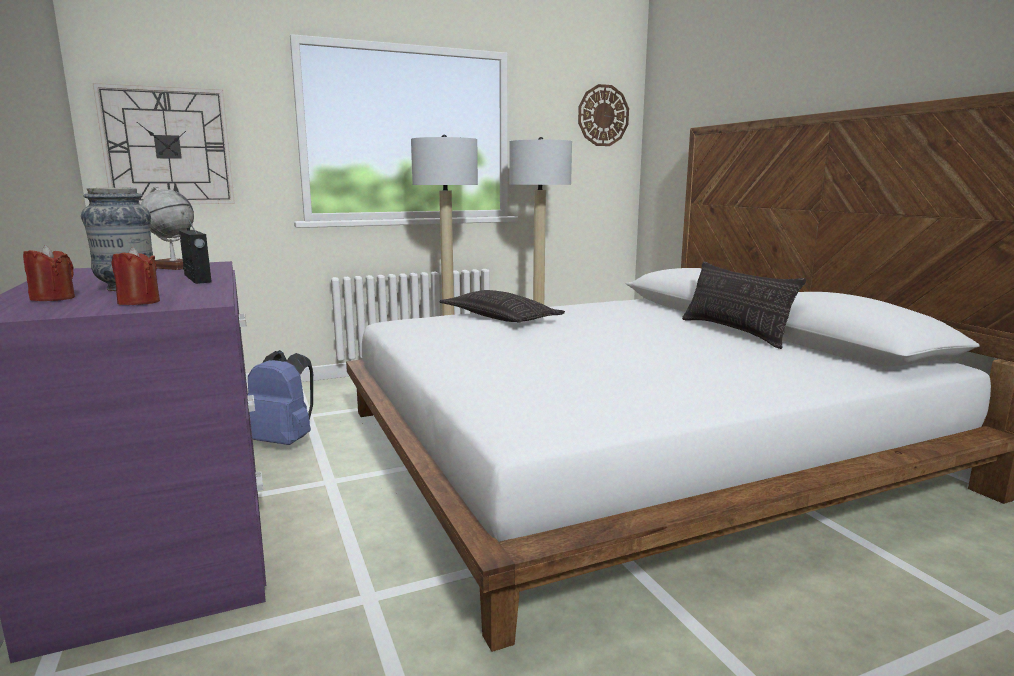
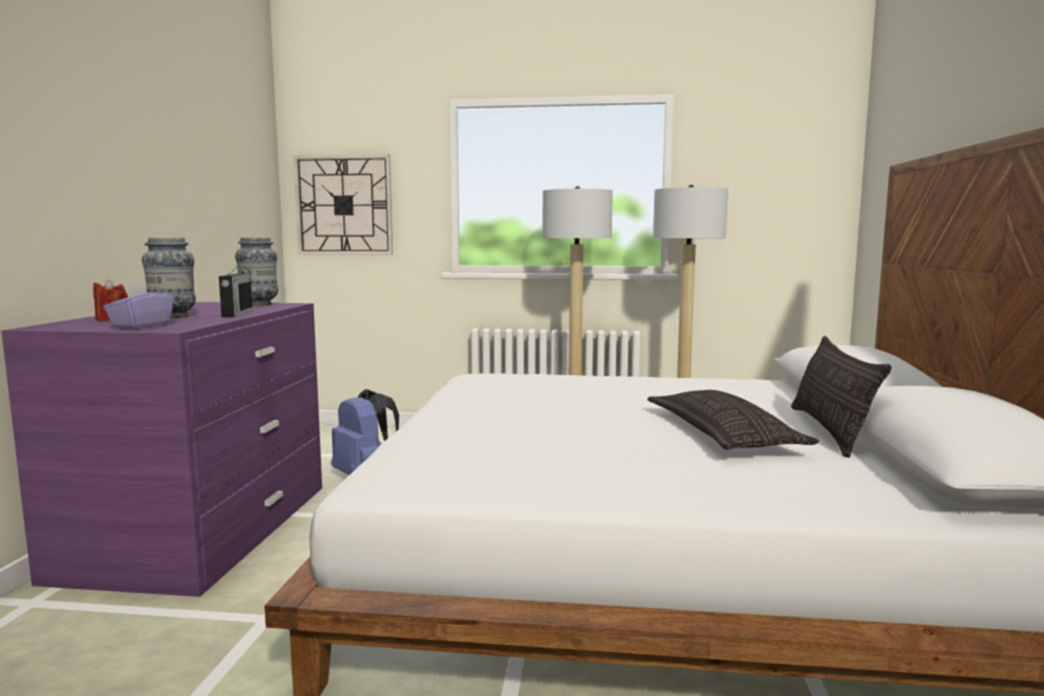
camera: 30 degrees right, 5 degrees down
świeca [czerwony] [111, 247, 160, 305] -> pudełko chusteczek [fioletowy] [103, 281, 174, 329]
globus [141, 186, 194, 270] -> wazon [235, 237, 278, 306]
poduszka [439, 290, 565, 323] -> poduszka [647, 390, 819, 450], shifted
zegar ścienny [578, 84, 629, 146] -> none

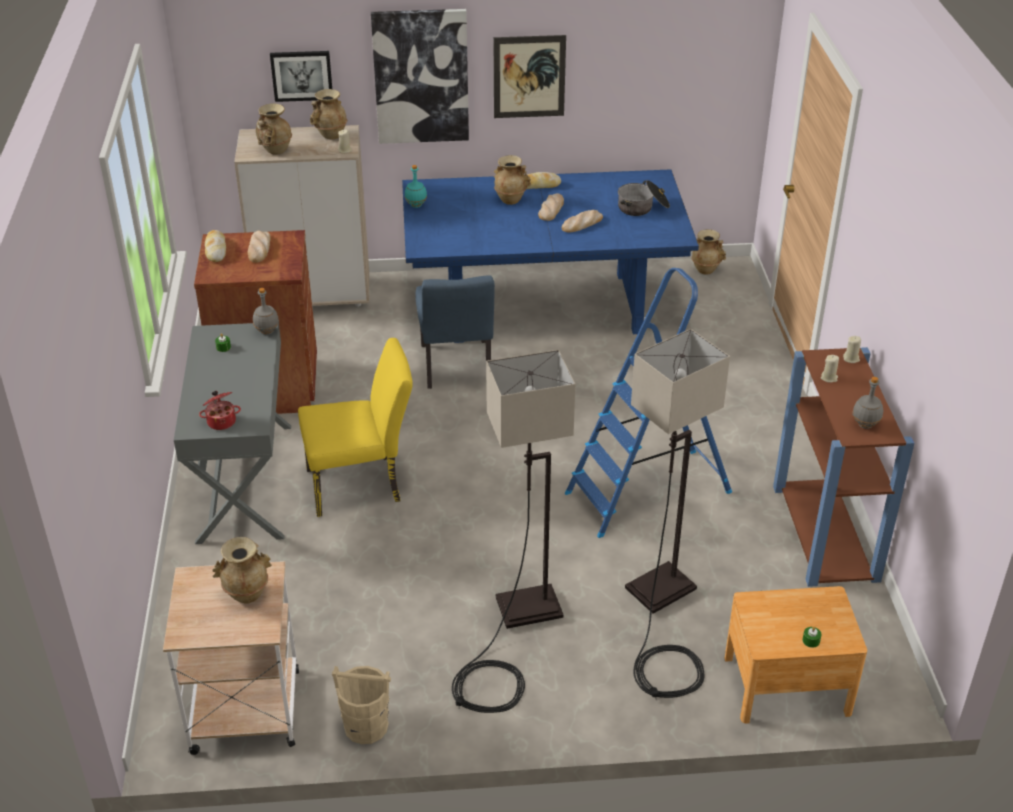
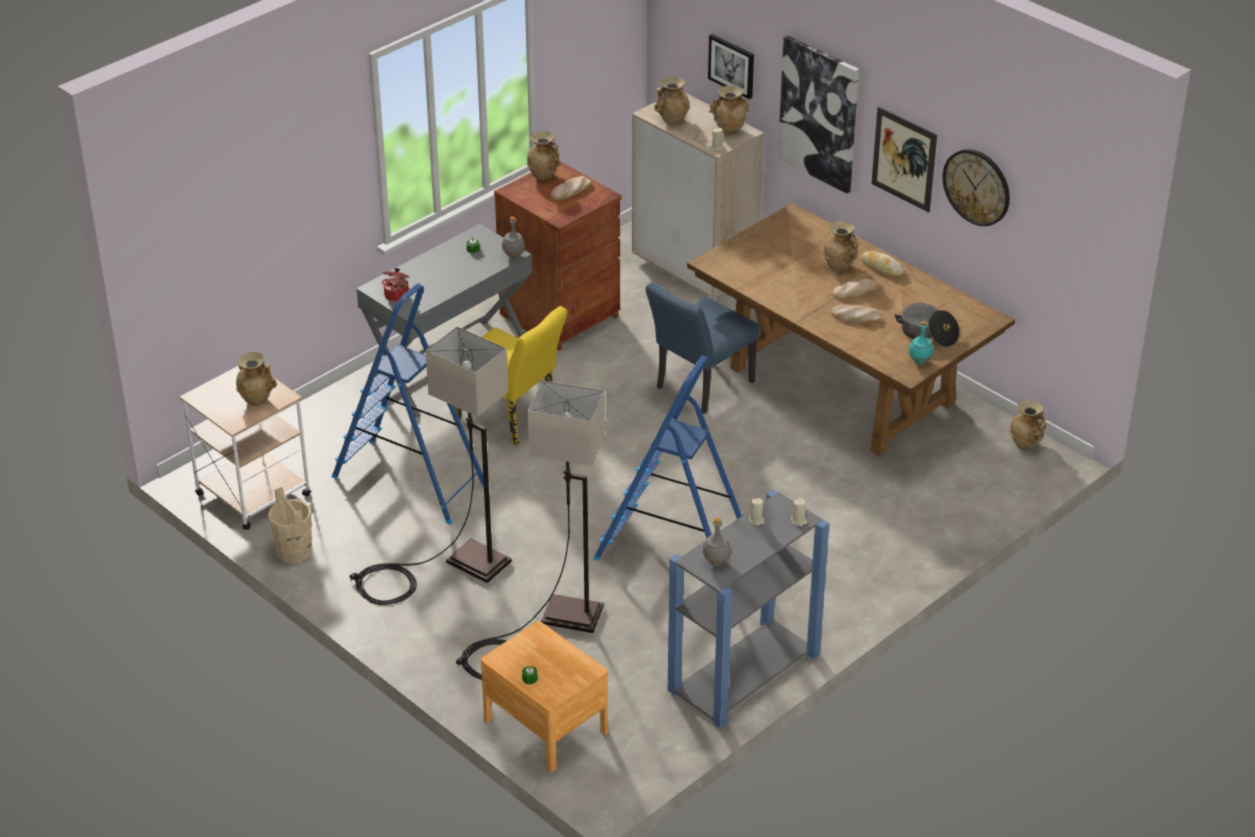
camera: 50 degrees right, 0 degrees up
none -> drabinka [niebieski] [332, 283, 484, 525]
chleb [205, 230, 226, 262] -> wazon [beżowy] [527, 131, 561, 180]
regał [brązowy] [773, 347, 915, 587] -> regał [szary] [668, 489, 829, 728]
stół jadalny [niebieski] [402, 169, 699, 343] -> stół jadalny [brązowy] [687, 203, 1015, 456]
butelka [turkusowy] [405, 165, 427, 208] -> butelka [turkusowy] [908, 321, 933, 365], shifted
none -> zegar ścienny [943, 149, 1010, 226]

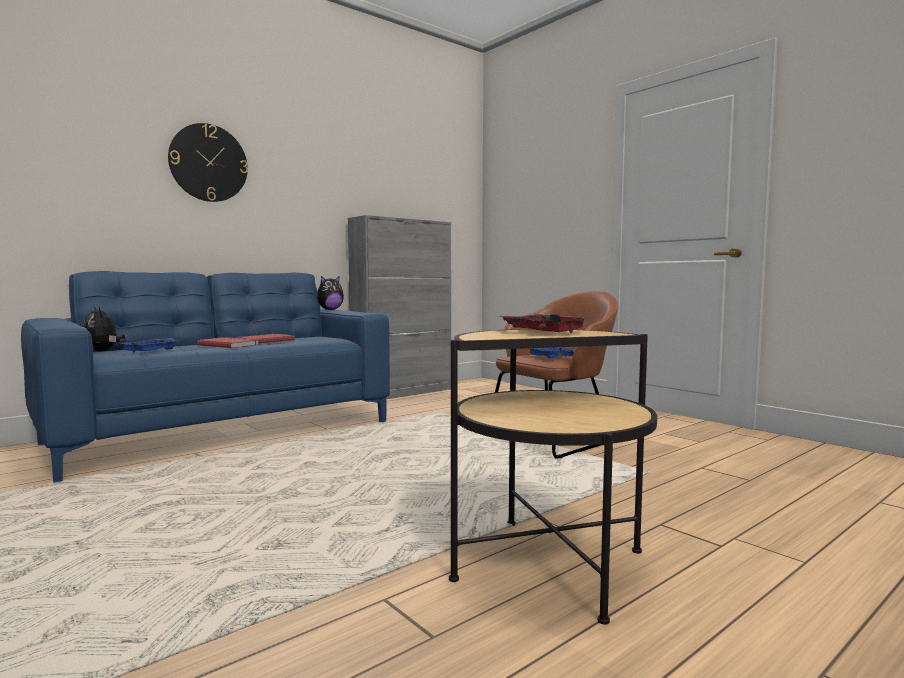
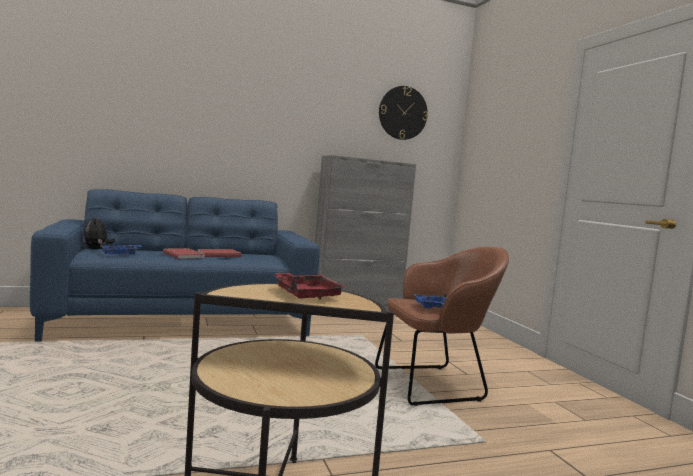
camera: 20 degrees right, 0 degrees up
zegar ścienny [168, 123, 248, 202] -> zegar ścienny [379, 86, 428, 140], shifted
pluszak [317, 276, 344, 310] -> none

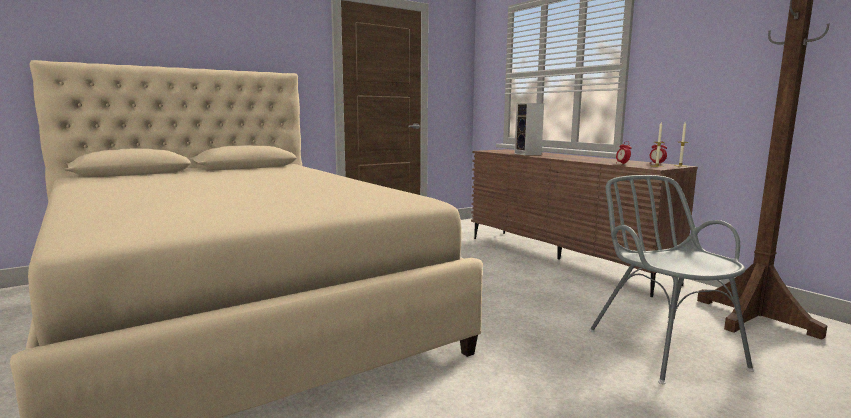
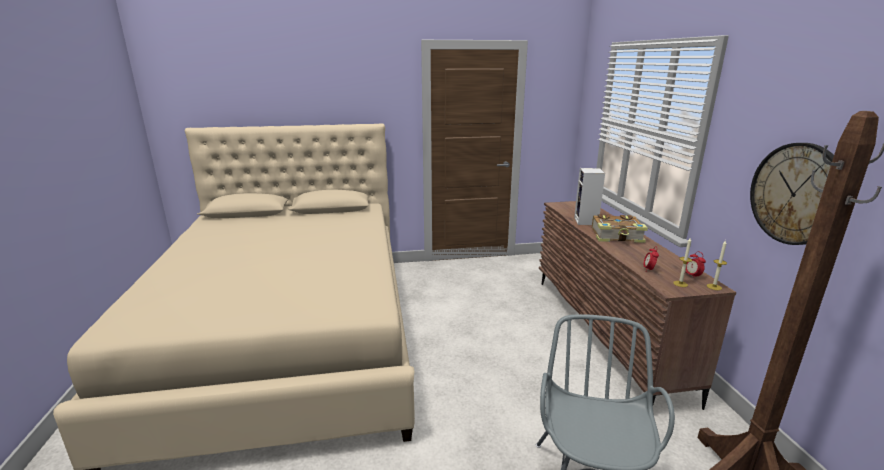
camera: 25 degrees right, 10 degrees up
none -> książka [592, 214, 648, 243]
none -> zegar ścienny [750, 143, 834, 245]

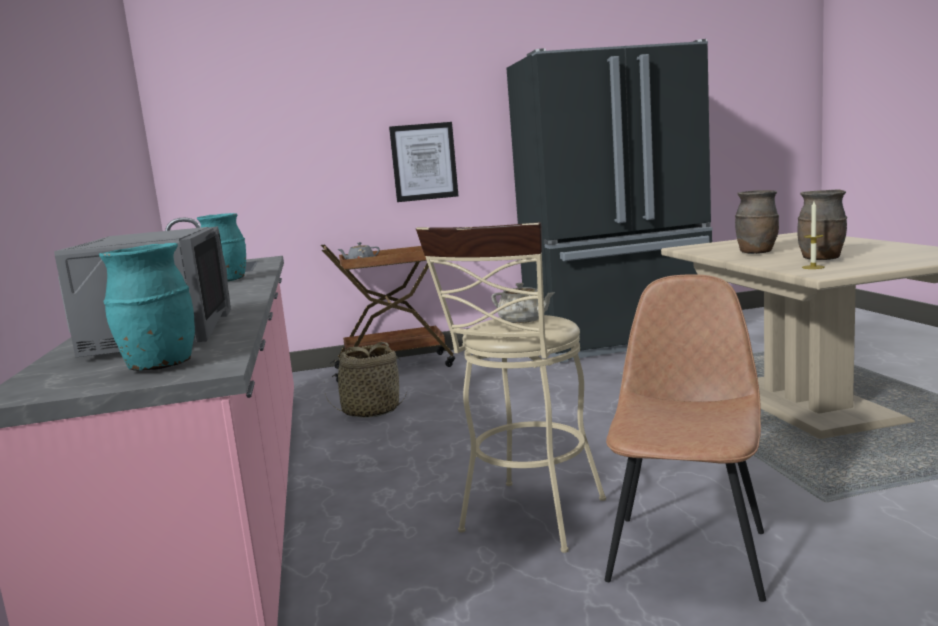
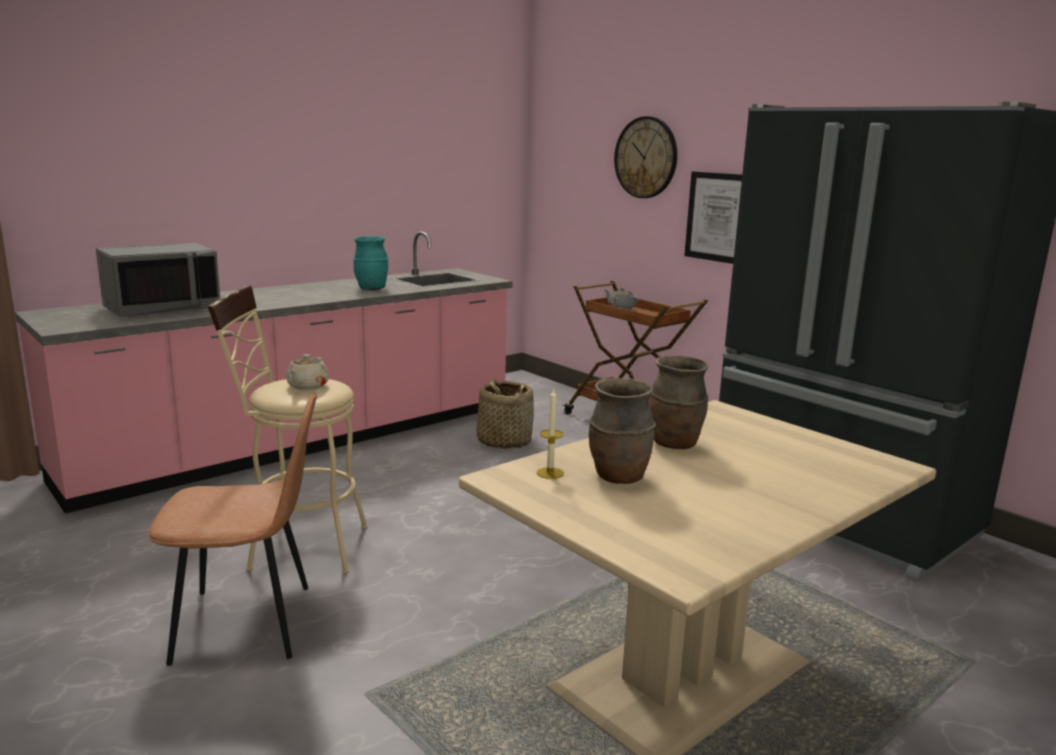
camera: 60 degrees right, 5 degrees up
none -> zegar ścienny [614, 116, 677, 198]
wazon [turkusowy] [99, 243, 195, 371] -> none

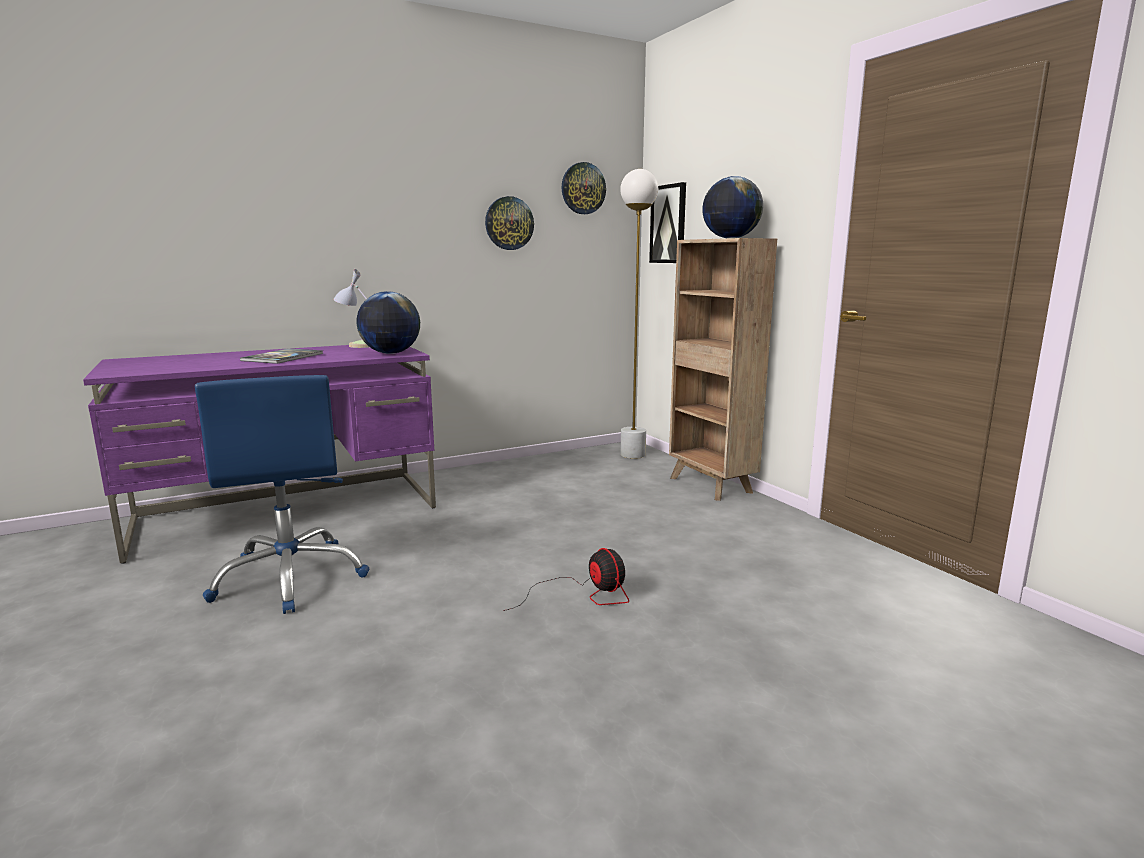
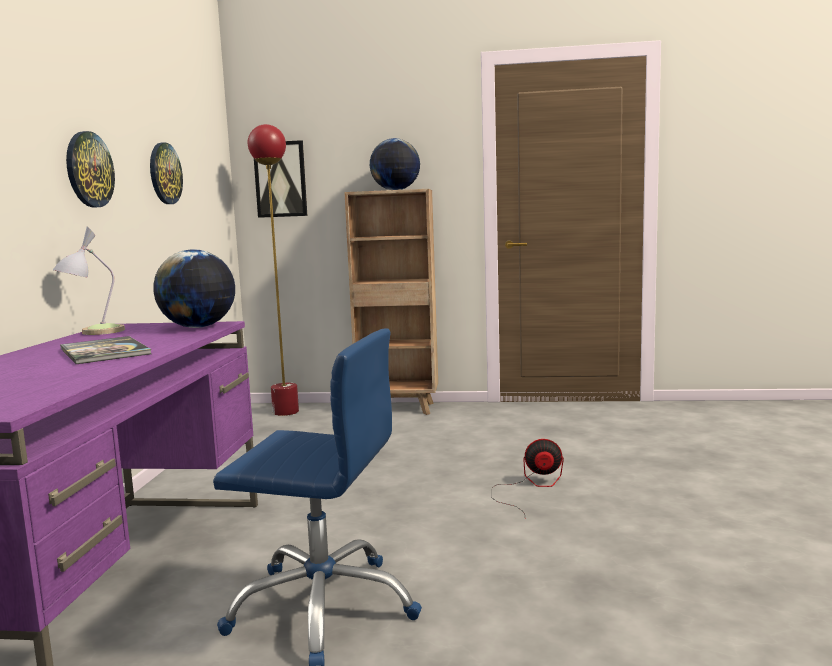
camera: 55 degrees left, 5 degrees down
zegar ścienny [561, 162, 606, 214] -> zegar ścienny [66, 131, 115, 207], shifted
lampa stojąca [biały] [620, 169, 658, 459] -> lampa stojąca [czerwony] [248, 124, 299, 416]

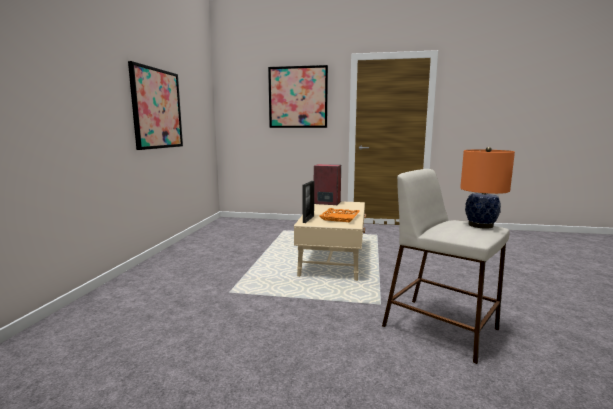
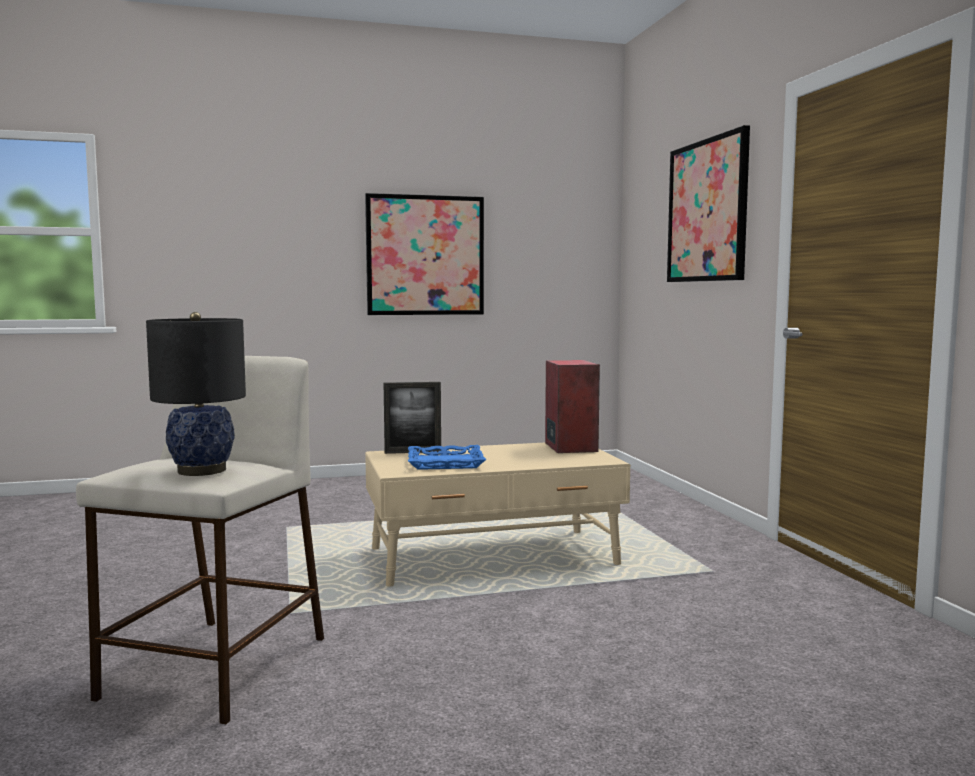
camera: 65 degrees right, 5 degrees down
lampa stołowa [pomarańczowy] [460, 147, 515, 229] -> lampa stołowa [czarny] [146, 312, 246, 476]
taca [pomarańczowy] [319, 208, 360, 222] -> taca [niebieski] [408, 445, 486, 470]

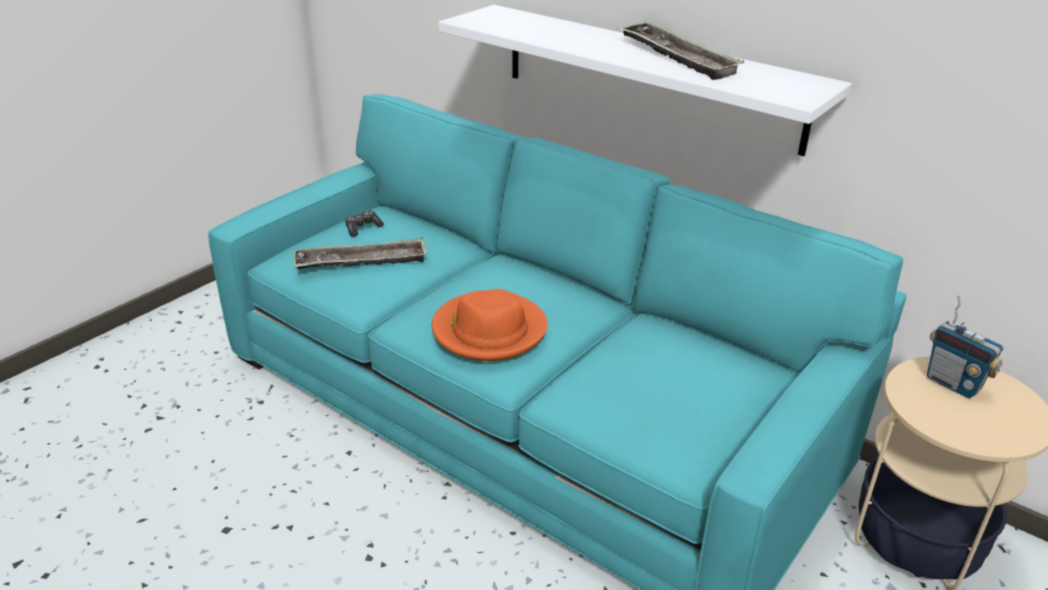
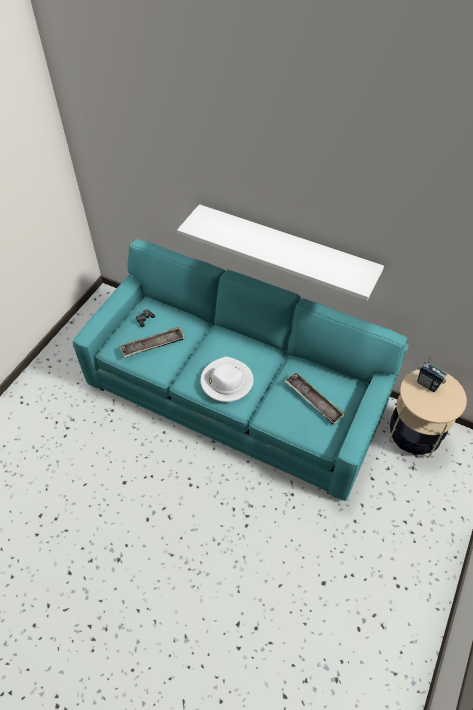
camera: 10 degrees left, 20 degrees up
kapelusz [pomarańczowy] [432, 289, 548, 361] -> kapelusz [biały] [200, 357, 254, 402]
taca [618, 21, 744, 80] -> taca [285, 372, 345, 425], shifted

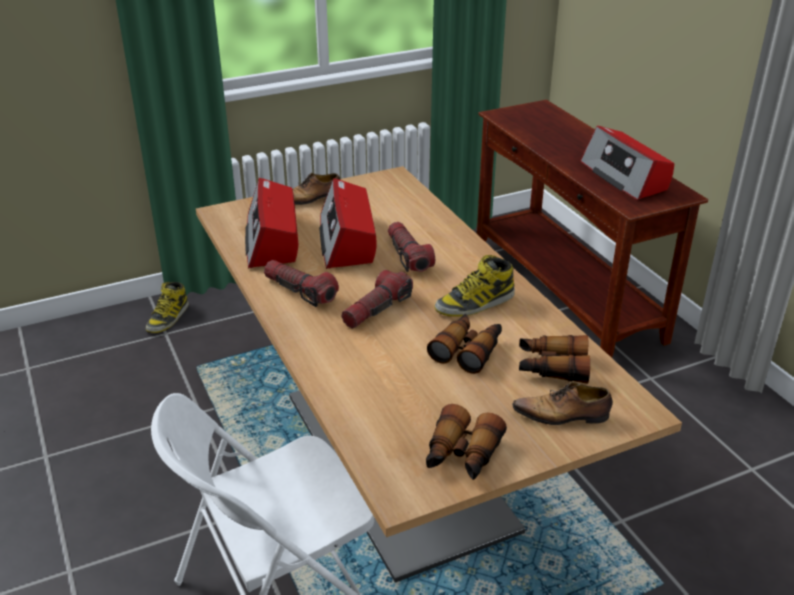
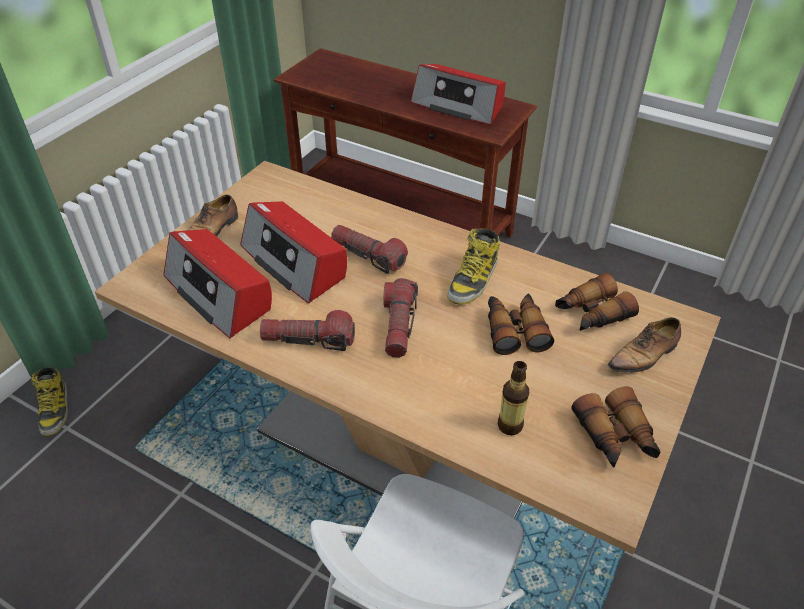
camera: 35 degrees left, 10 degrees up
none -> butelka [497, 361, 529, 435]

